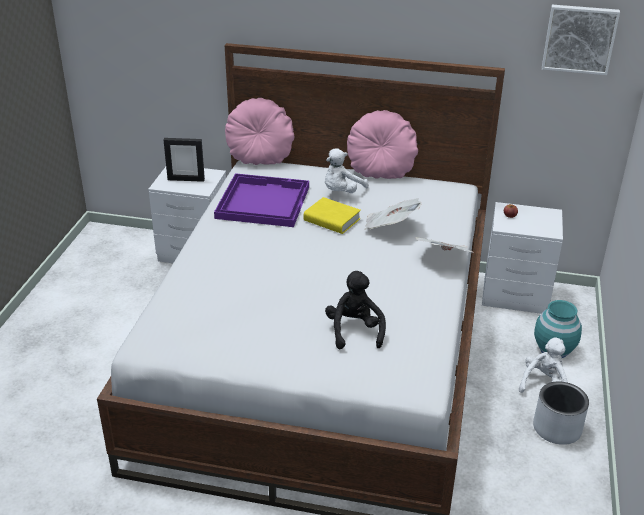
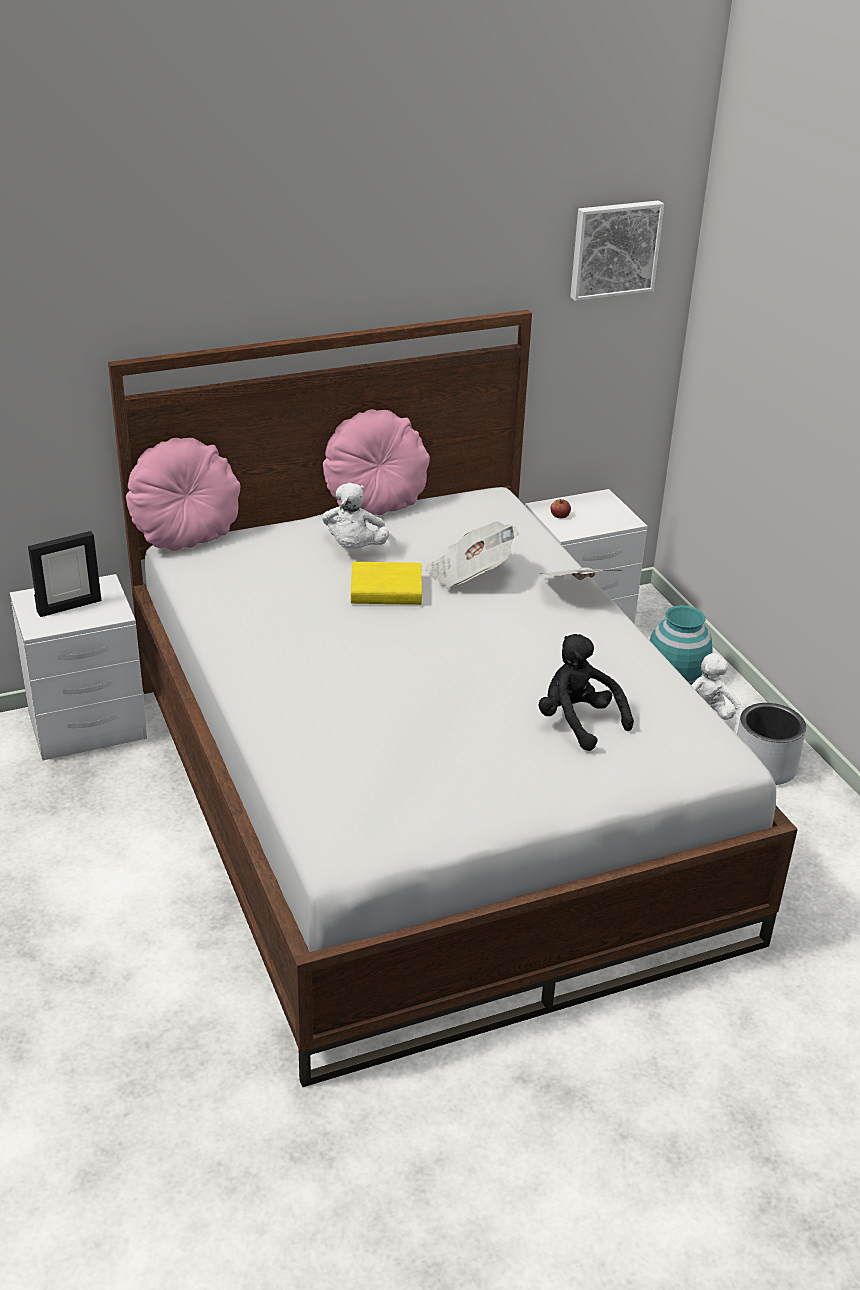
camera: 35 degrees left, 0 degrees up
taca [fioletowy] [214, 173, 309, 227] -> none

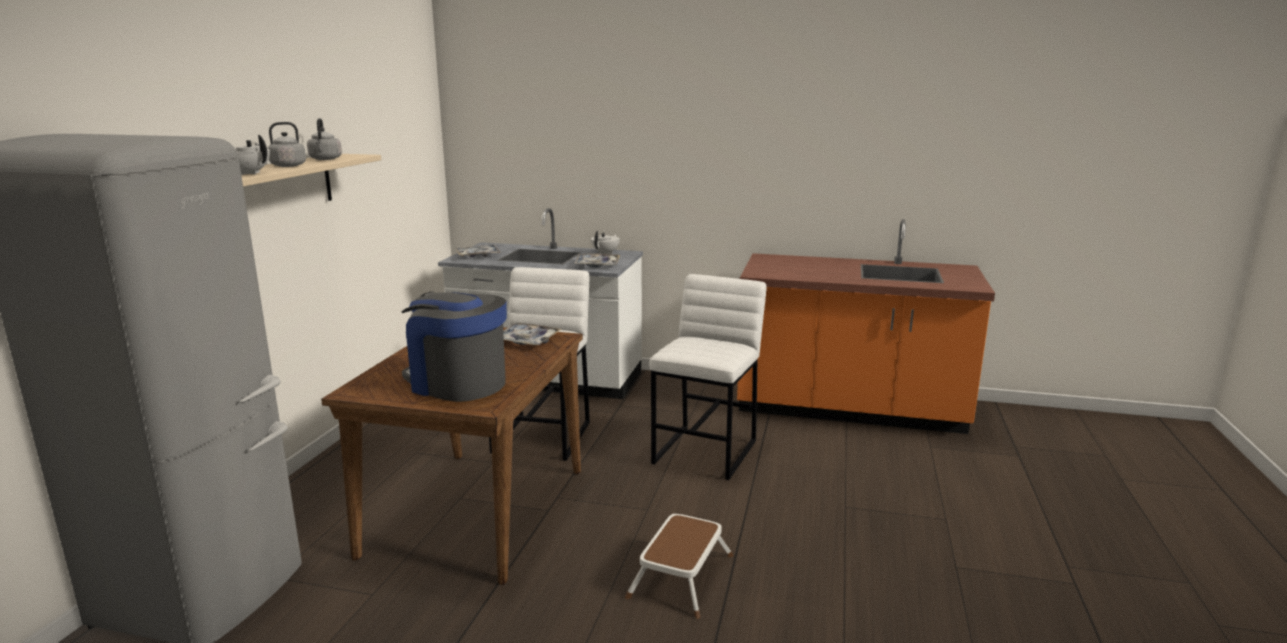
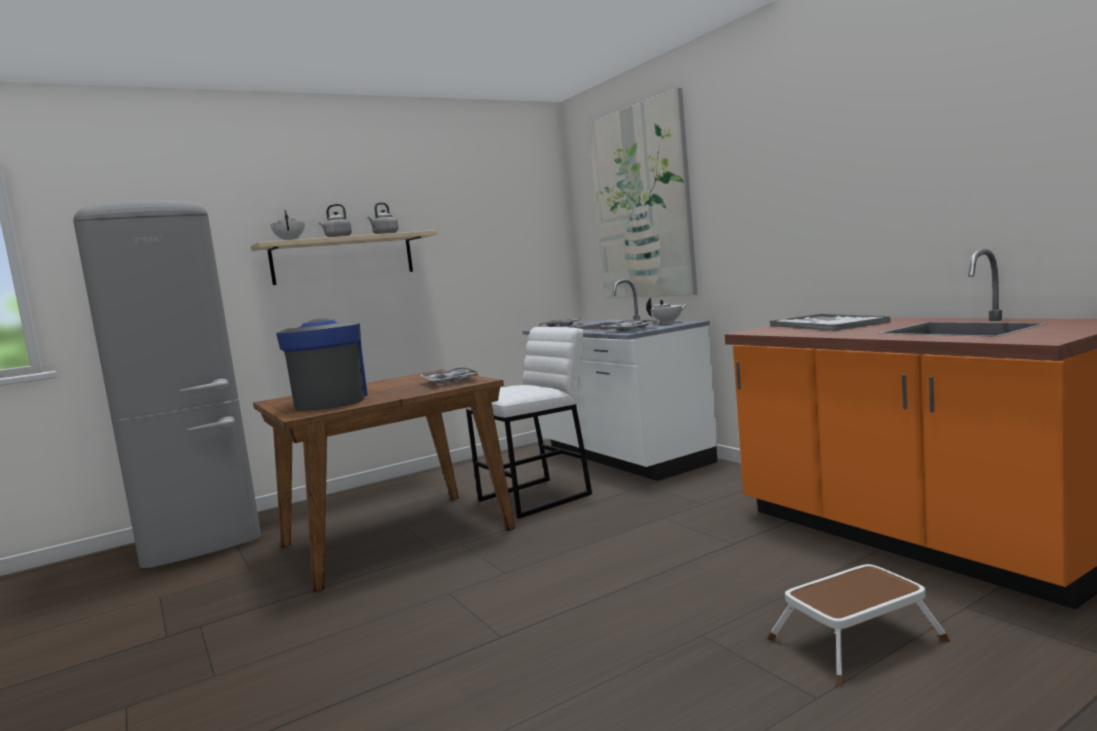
camera: 45 degrees right, 10 degrees down
none -> obraz [588, 87, 698, 298]
drabinka [brązowy] [625, 514, 734, 619] -> drabinka [brązowy] [767, 564, 951, 686], shifted
none -> taca [770, 314, 891, 331]
krzesło [biały] [649, 274, 767, 480] -> none

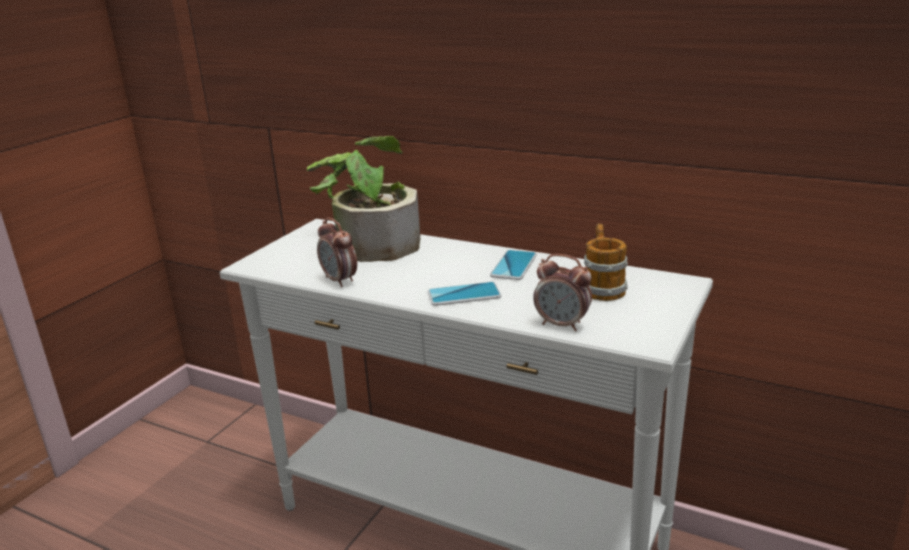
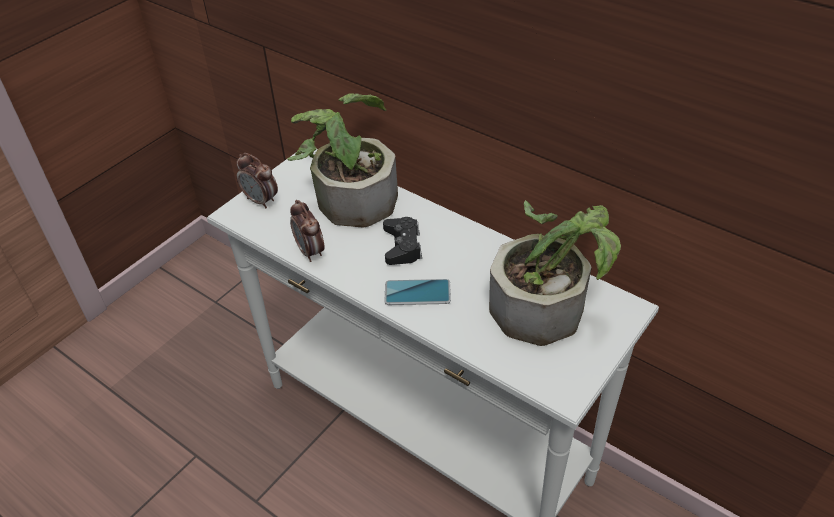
camera: 10 degrees right, 20 degrees up
budzik [533, 254, 592, 331] -> budzik [236, 153, 278, 209], shifted
none -> pad do gier [czarny] [383, 217, 422, 265]
kubek [584, 224, 628, 301] -> roślina doniczkowa [489, 200, 621, 346]
telefon [490, 250, 537, 280] -> none

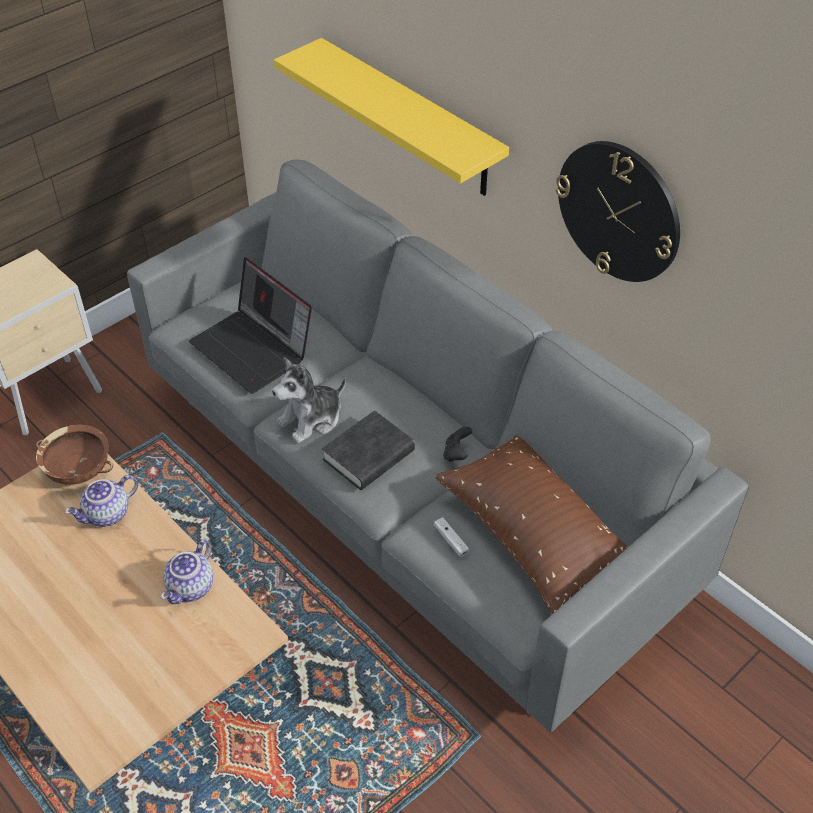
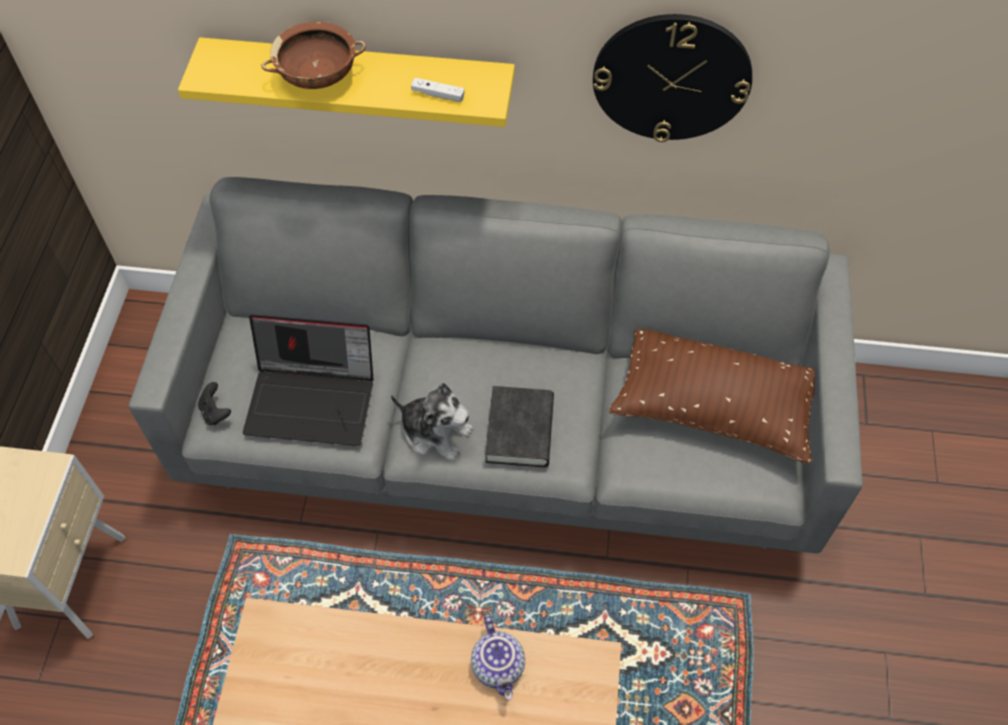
camera: 40 degrees left, 10 degrees up
pad do gier [czarny] [443, 427, 472, 462] -> pad do gier [czarny] [198, 382, 231, 425], shifted
miska [brązowy] [36, 425, 113, 485] -> miska [brązowy] [261, 21, 366, 89], shifted
pluszak [272, 357, 346, 443] -> pluszak [391, 383, 473, 461], 75 degrees counterclockwise
pad do gier [biały] [434, 517, 469, 557] -> pad do gier [biały] [411, 78, 465, 102], shifted
imbryk [65, 475, 138, 527] -> none

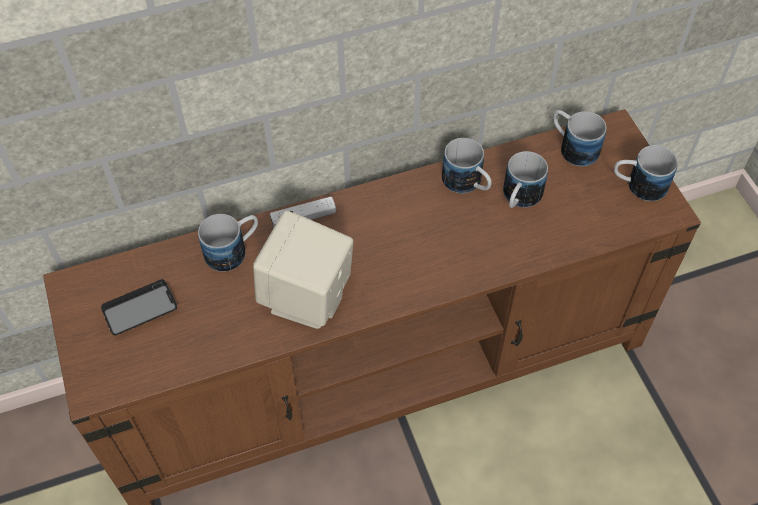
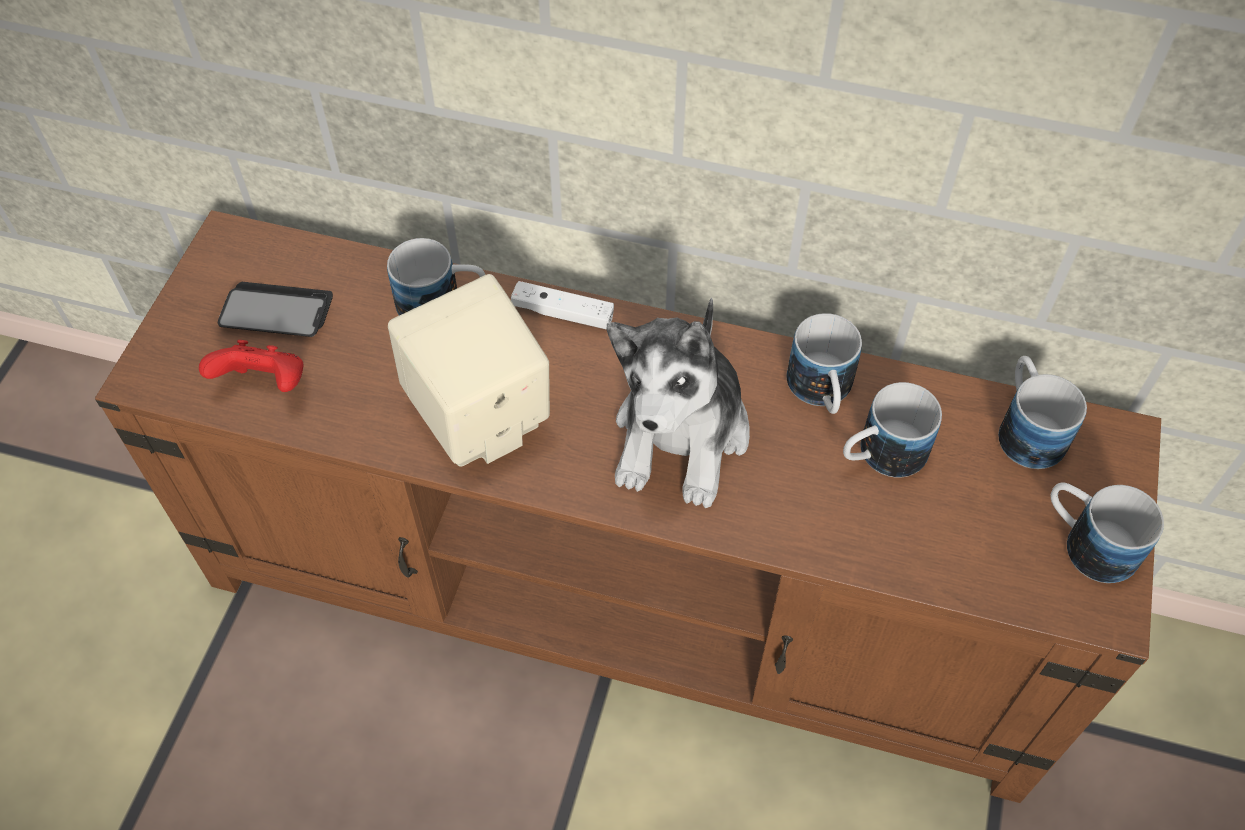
camera: 35 degrees right, 0 degrees up
none -> pad do gier [czerwony] [199, 340, 304, 392]
none -> pluszak [607, 298, 750, 508]

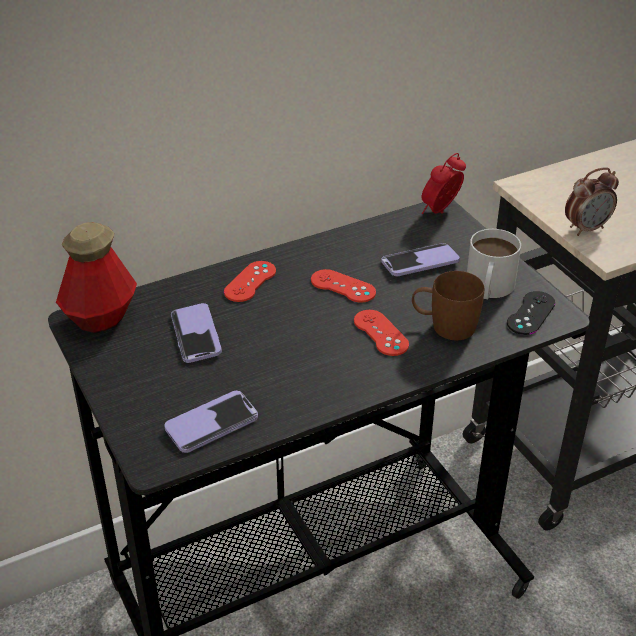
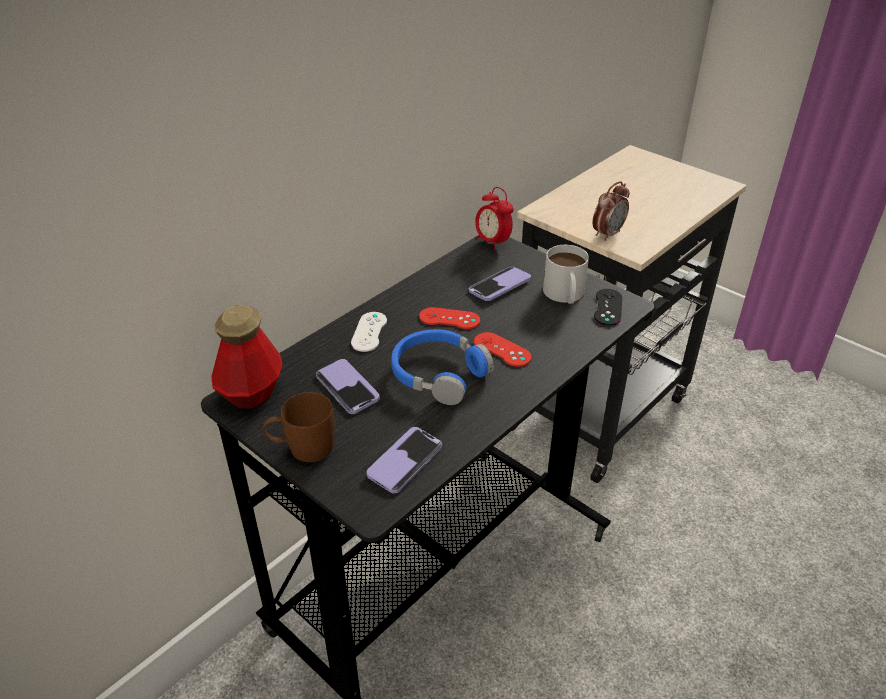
camera: 20 degrees left, 0 degrees up
kubek [brązowy] [412, 271, 484, 340] -> kubek [brązowy] [263, 392, 335, 462], shifted
pad do gier [czerwony] [224, 261, 276, 302] -> pad do gier [biały] [351, 312, 387, 352]
none -> słuchawki [niebieski] [391, 329, 494, 405]
budzik [421, 153, 466, 214] -> budzik [475, 187, 514, 251], 60 degrees counterclockwise

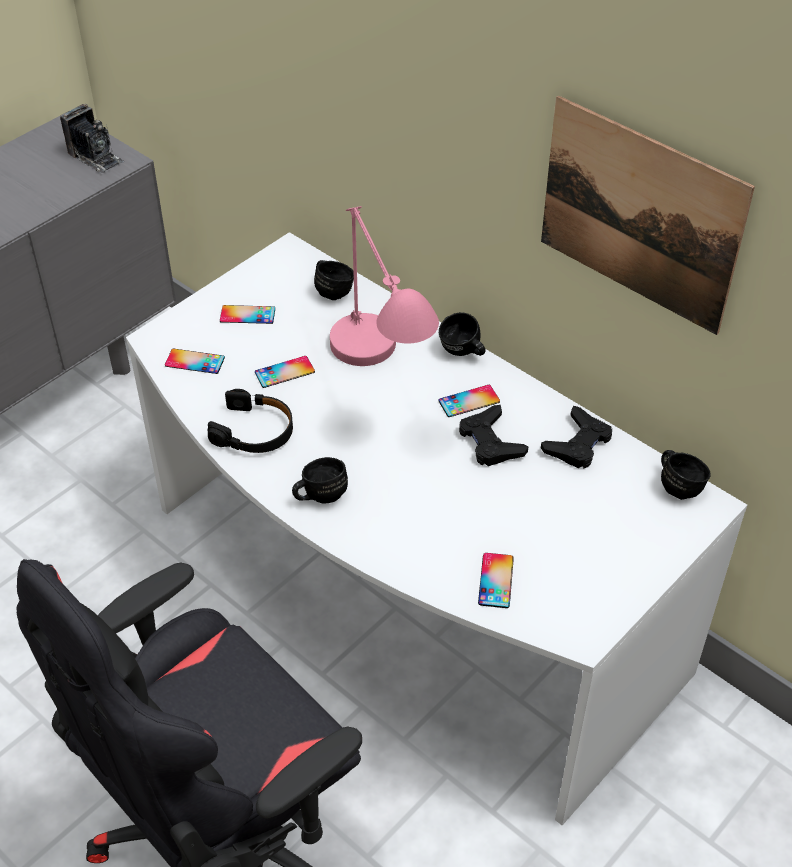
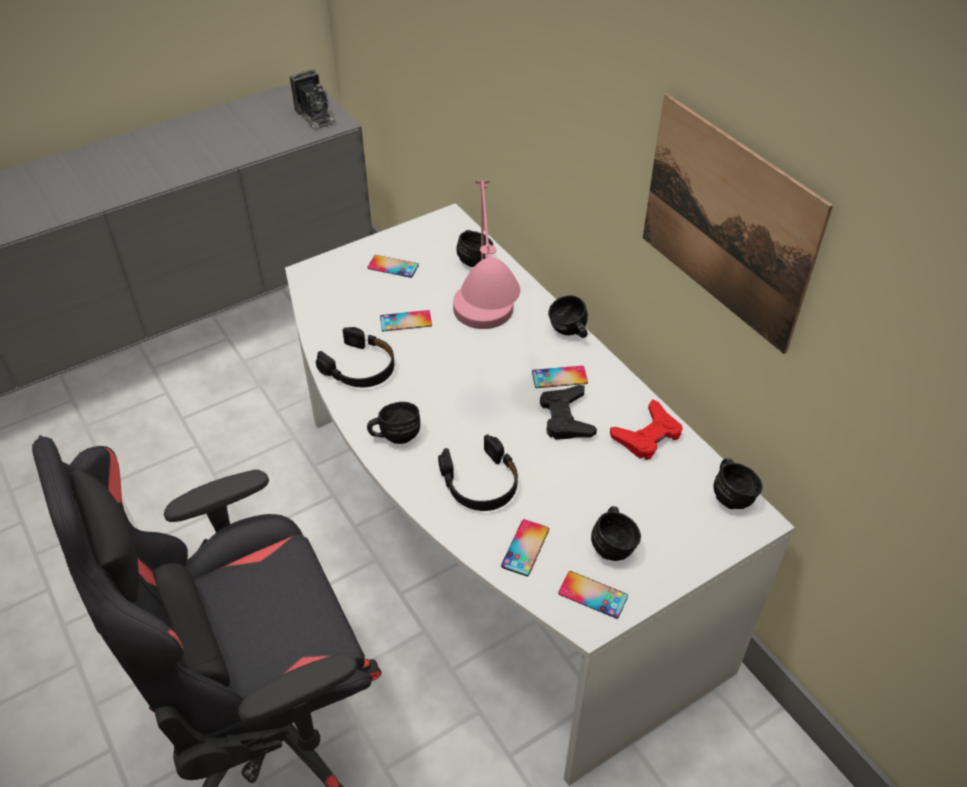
camera: 15 degrees right, 0 degrees up
none -> słuchawki [czarny] [438, 434, 518, 511]
telefon [165, 349, 225, 374] -> telefon [558, 571, 628, 619], shifted
none -> kubek [czarny] [591, 506, 641, 561]
pad do gier [czarny] [541, 406, 612, 469] -> pad do gier [czerwony] [610, 399, 683, 460]

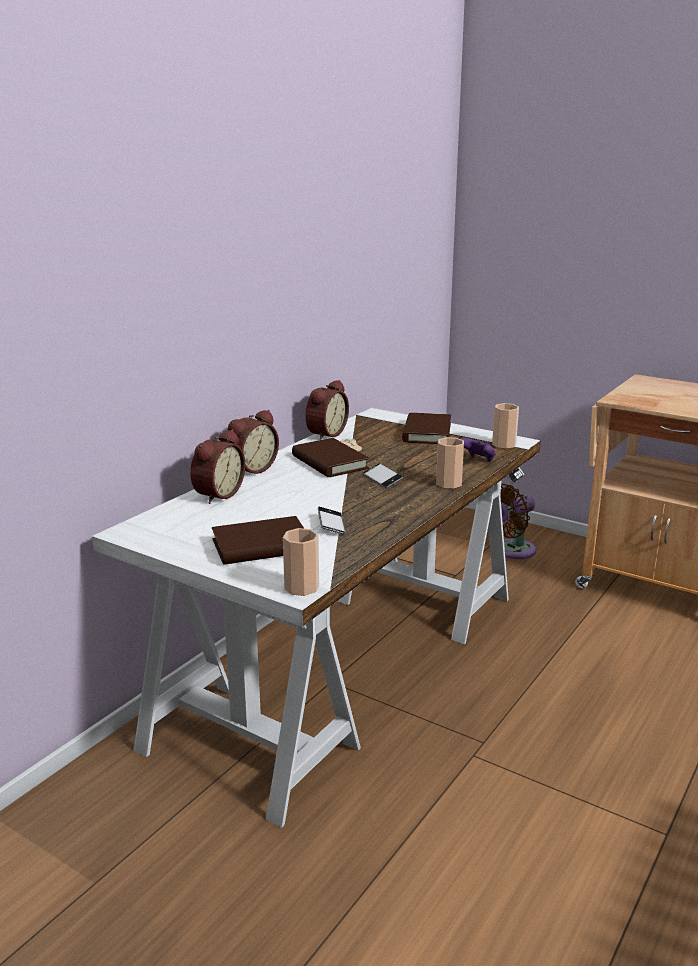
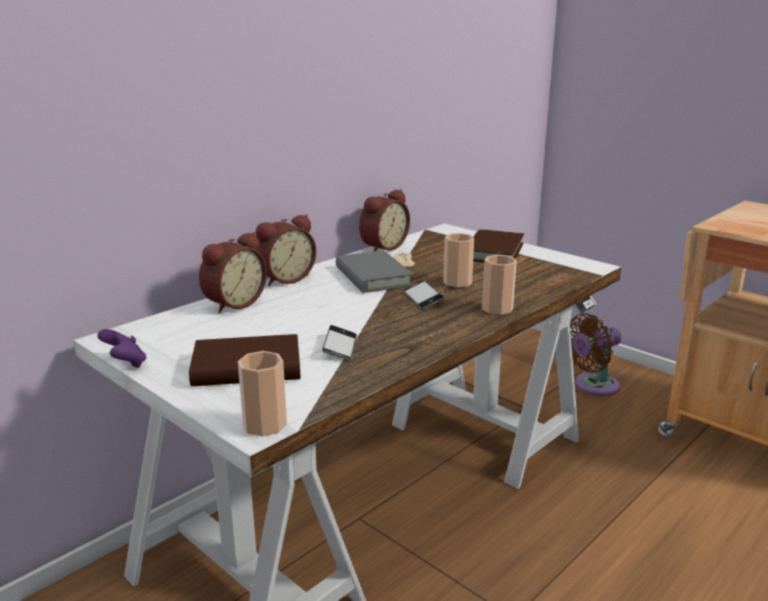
camera: 10 degrees right, 0 degrees up
pad do gier [fioletowy] [460, 437, 496, 462] -> pad do gier [fioletowy] [97, 329, 147, 368], shifted
książka [brązowy] [292, 438, 369, 477] -> książka [szary] [336, 250, 413, 293]
filiżanka [492, 403, 519, 449] -> filiżanka [443, 233, 474, 288], shifted

